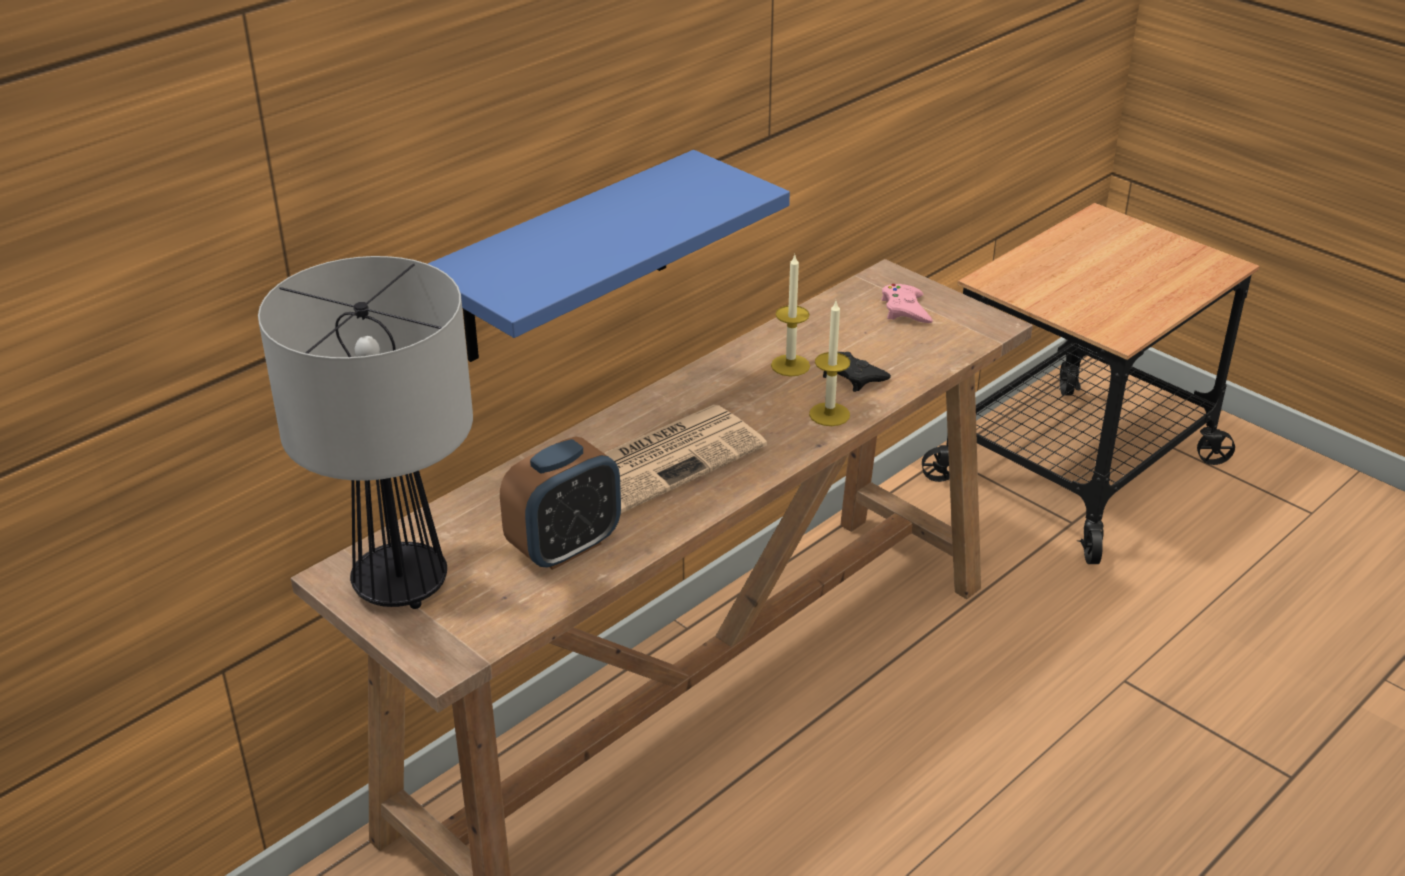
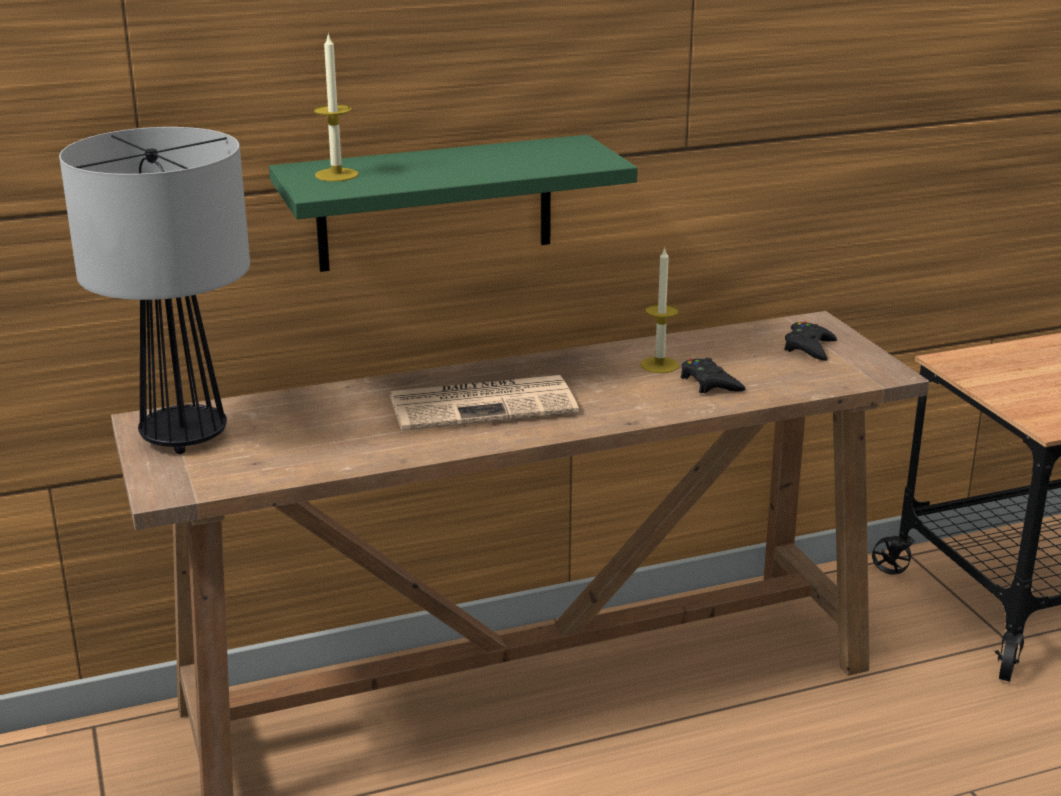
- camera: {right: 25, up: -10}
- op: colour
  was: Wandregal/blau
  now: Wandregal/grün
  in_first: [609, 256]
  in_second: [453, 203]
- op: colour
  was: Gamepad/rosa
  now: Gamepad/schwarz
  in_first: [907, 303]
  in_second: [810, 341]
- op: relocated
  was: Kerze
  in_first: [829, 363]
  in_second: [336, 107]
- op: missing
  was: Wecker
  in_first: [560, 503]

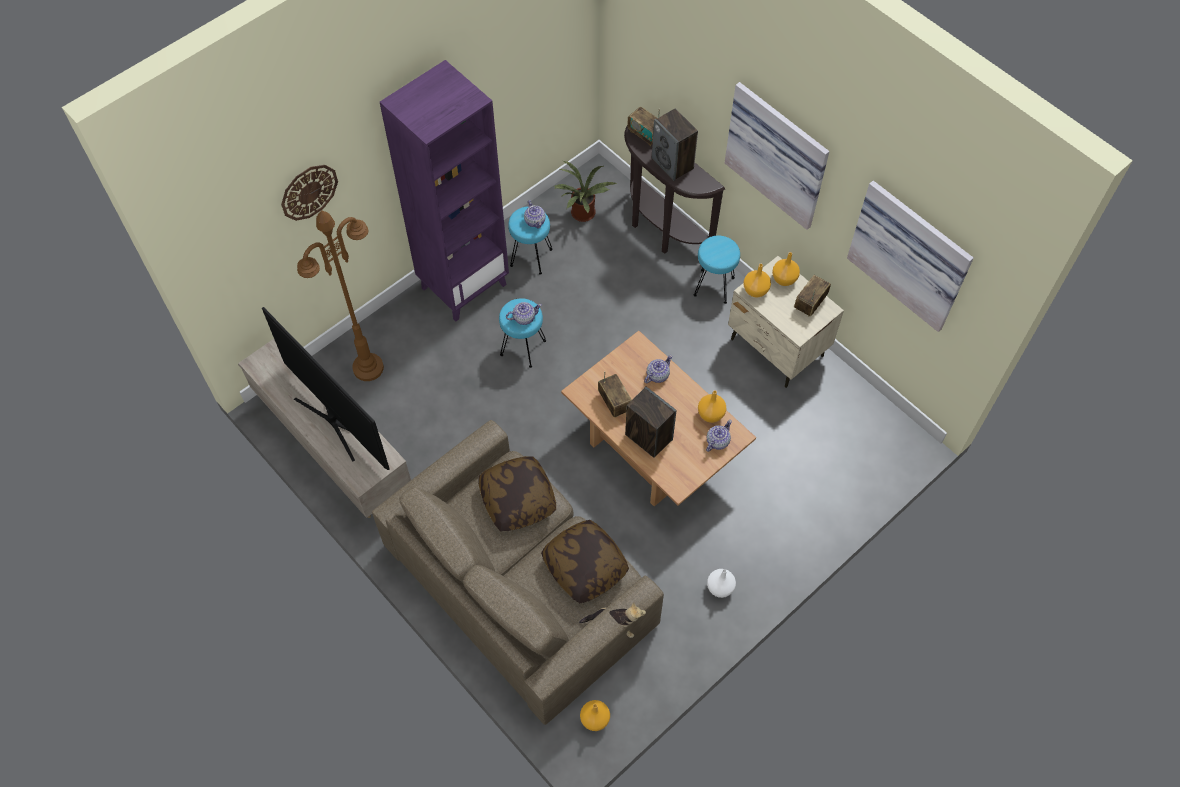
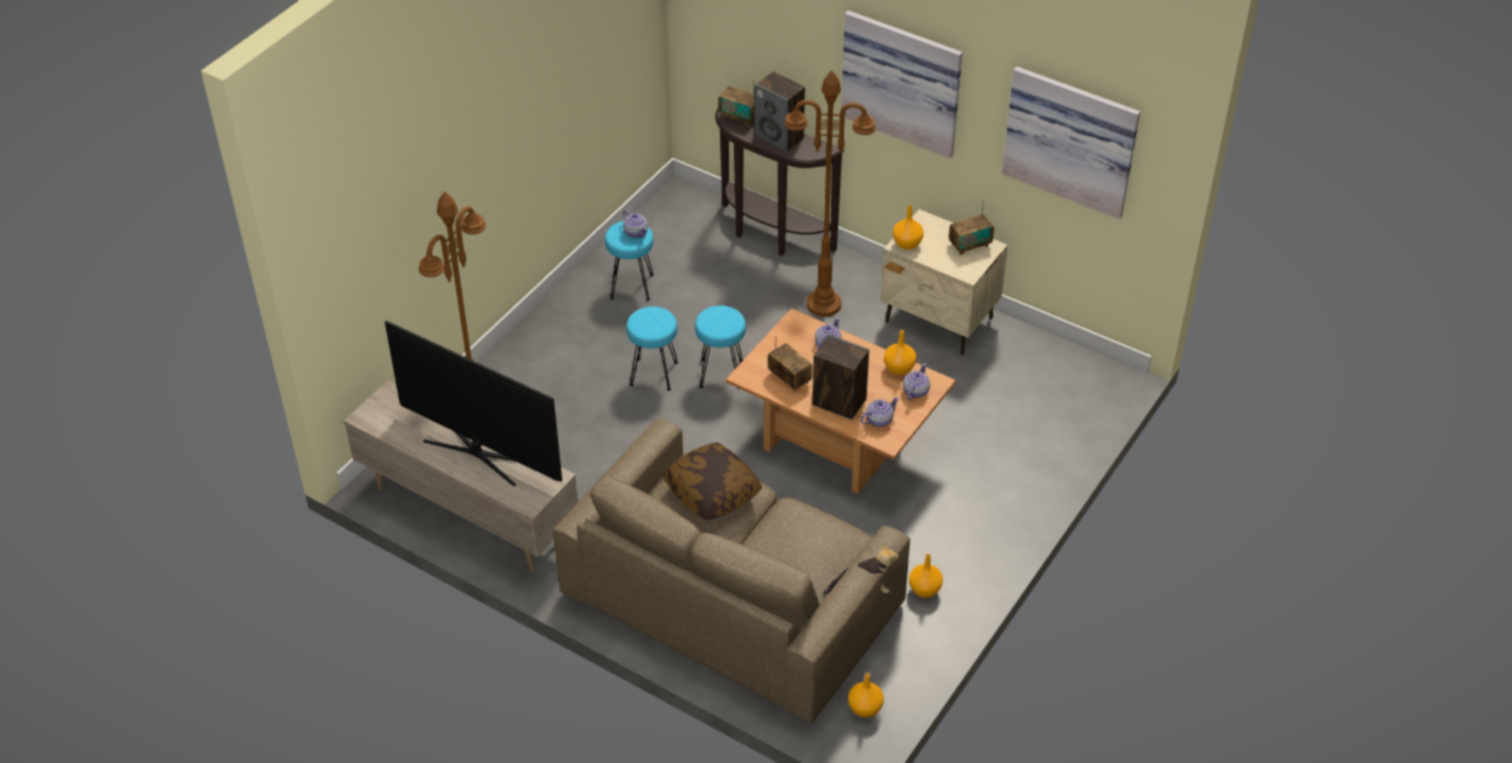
- camera: {right: -15, up: -15}
- op: missing
  was: Bücherregal/lila
  in_first: [444, 191]
- op: missing
  was: Topfpflanze
  in_first: [585, 191]
- op: missing
  was: Wanduhr
  in_first: [309, 193]
- op: relocated
  was: Hocker/türkis
  in_first: [717, 270]
  in_second: [720, 347]
- op: relocated
  was: Vase/orange
  in_first: [786, 269]
  in_second: [926, 575]
- op: spun
  was: Radio
  in_first: [812, 296]
  in_second: [971, 227]
  clockwise: -135
- op: relocated
  was: Teekanne
  in_first: [524, 313]
  in_second: [880, 412]
- op: missing
  was: Kissen
  in_first: [585, 561]
- op: missing
  was: Vase/weiß
  in_first: [721, 583]
- op: appeared
  now: Stehlampe/braun
  in_second: [830, 193]

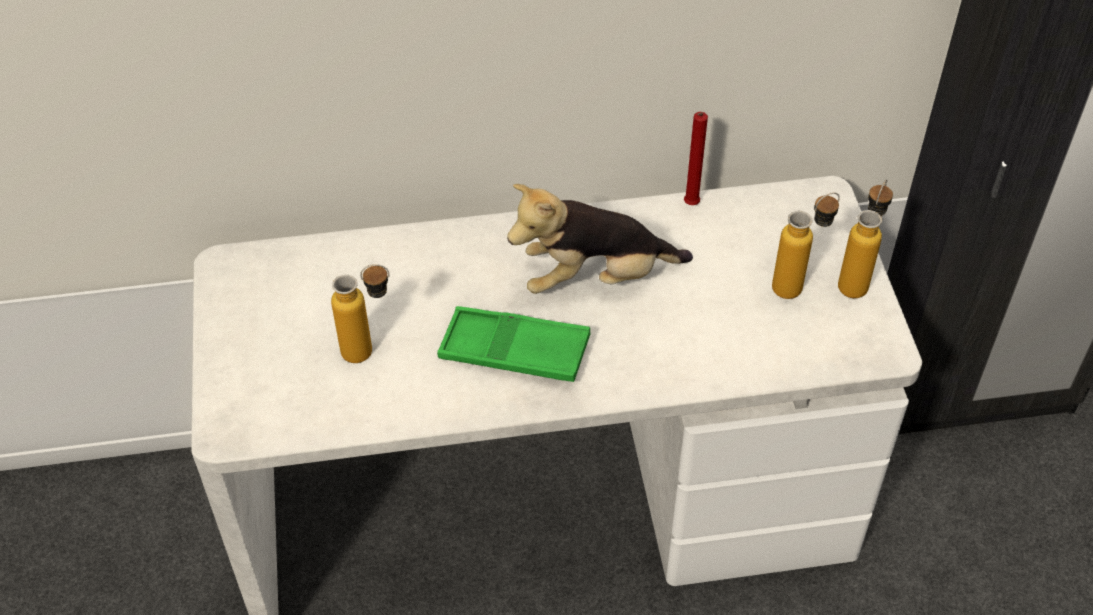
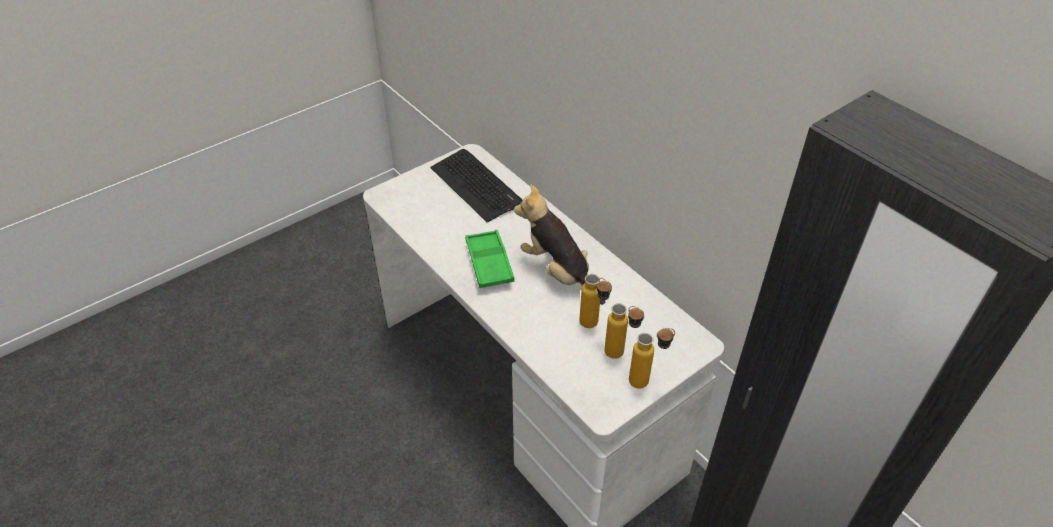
- camera: {right: 60, up: -5}
- op: missing
  was: Kerze/rot
  in_first: [696, 158]
- op: relocated
  was: Flasche
  in_first: [360, 313]
  in_second: [595, 301]
- op: appeared
  now: Tastatur
  in_second: [476, 185]

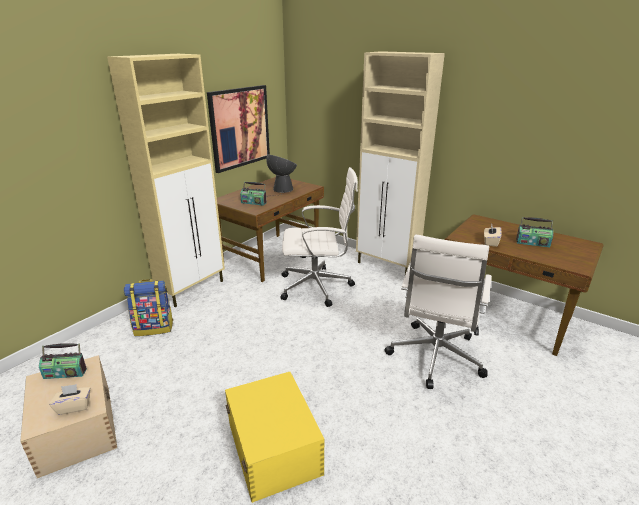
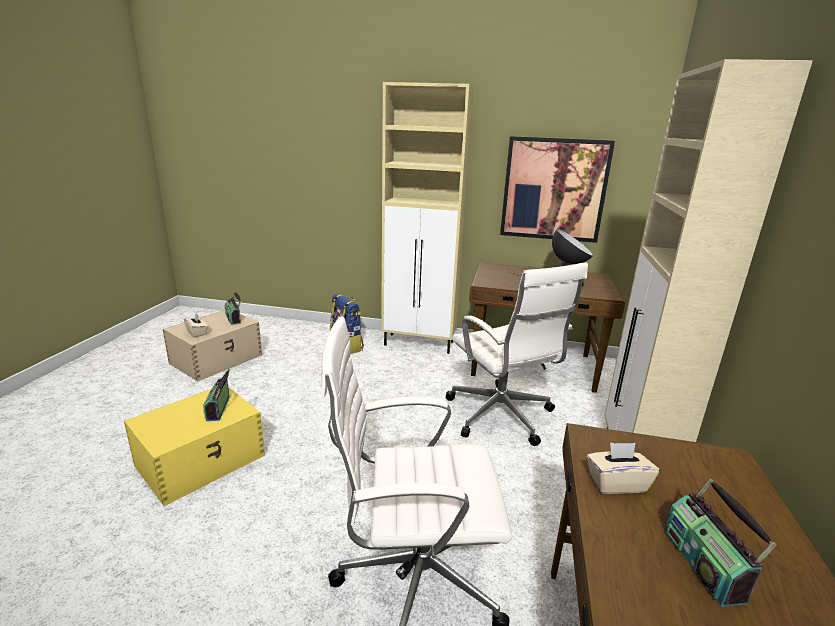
- camera: {right: 65, up: -5}
- op: relocated
  was: Radio
  in_first: [253, 194]
  in_second: [216, 395]

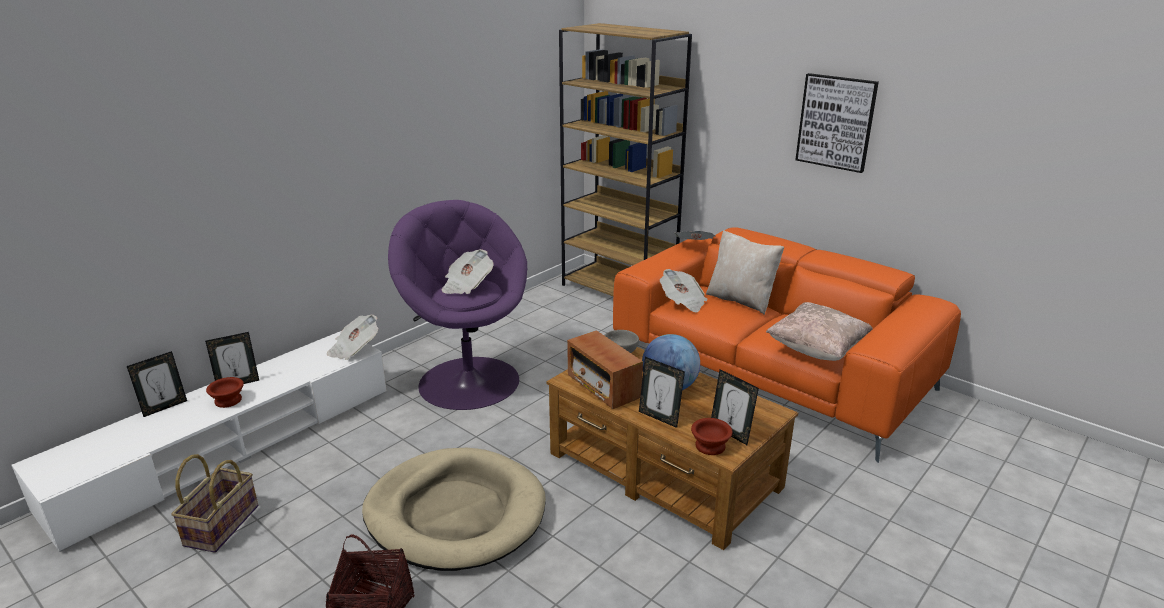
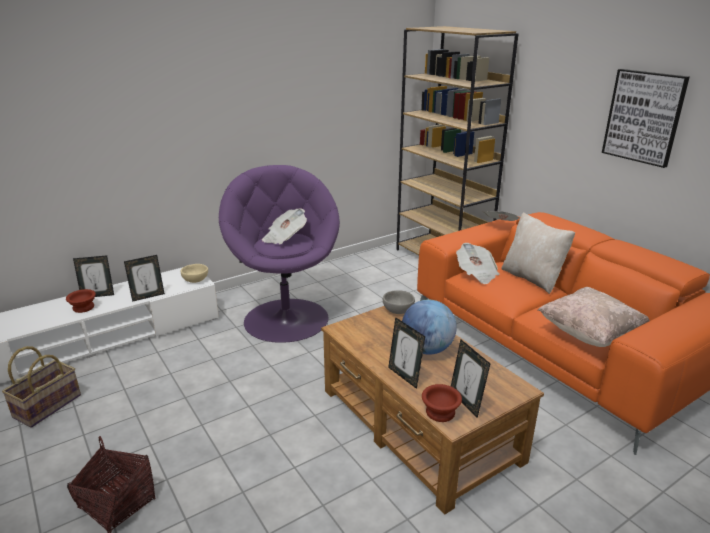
- camera: {right: 15, up: 0}
- op: exchanged
  was: Zeitung
  now: Schüssel/beige
  in_first: [352, 337]
  in_second: [194, 273]
- op: missing
  was: Radio
  in_first: [605, 369]
- op: relocated
  was: Bilderrahmen
  in_first: [157, 384]
  in_second: [144, 278]
- op: missing
  was: Hundebett/beige
  in_first: [454, 509]

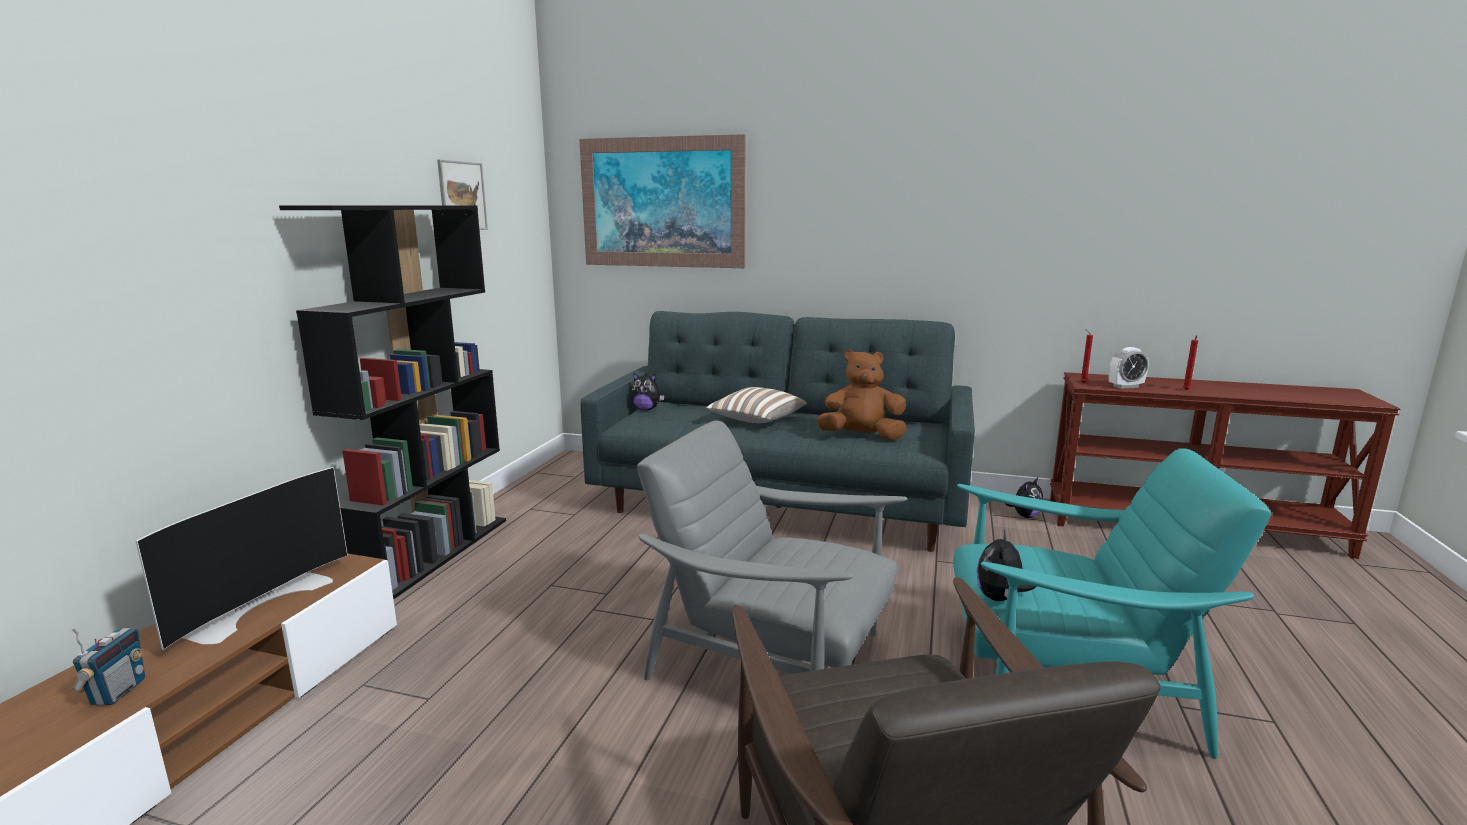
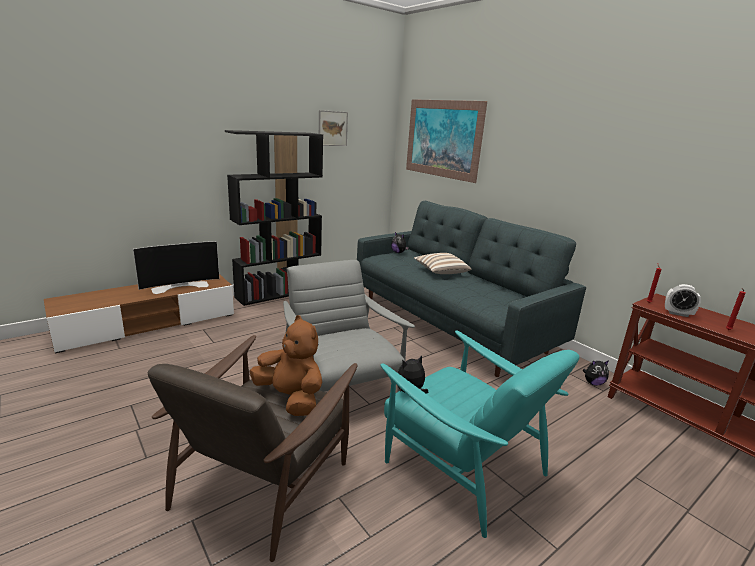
- camera: {right: 35, up: 5}
- op: relocated
  was: Plüschtier/braun
  in_first: [861, 394]
  in_second: [285, 365]
- op: missing
  was: Radio
  in_first: [108, 666]

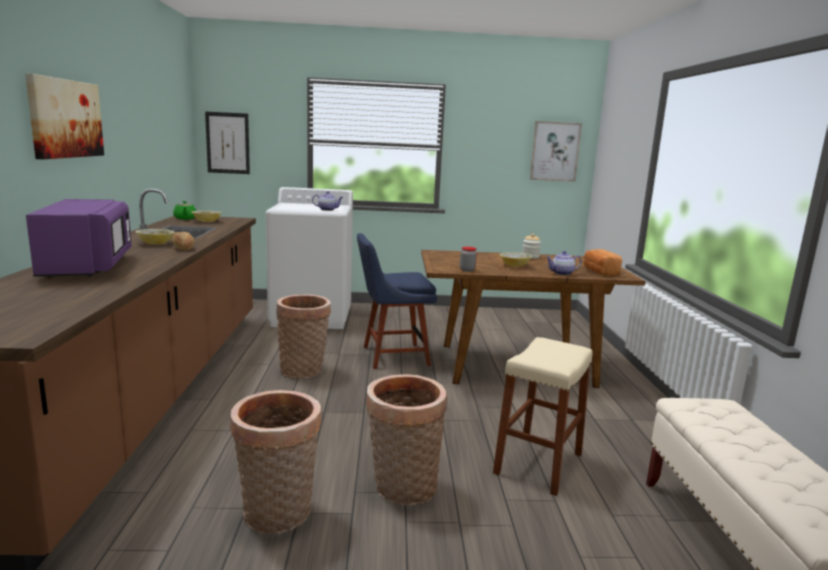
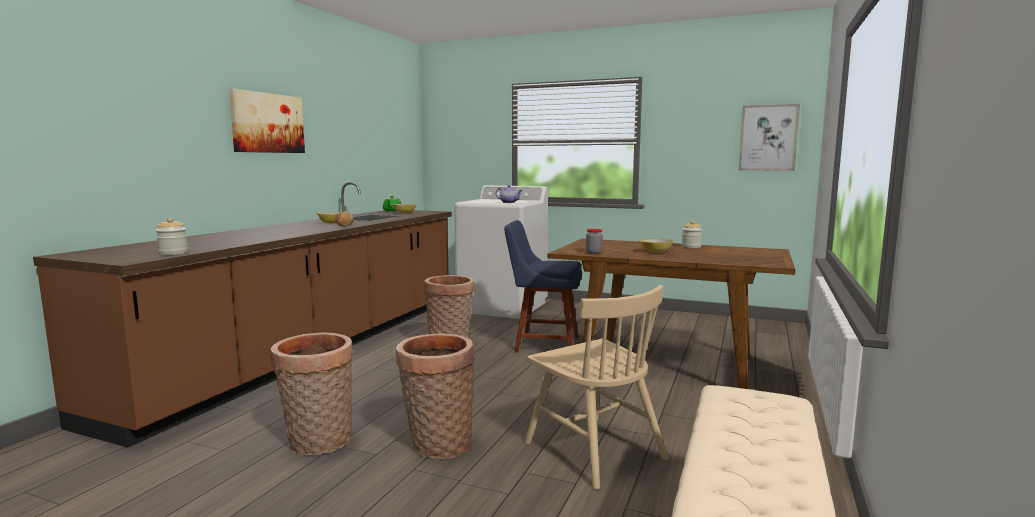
- camera: {right: 25, up: -5}
- op: missing
  was: Bild
  in_first: [227, 143]
- op: missing
  was: Mikrowelle/lila
  in_first: [79, 238]
- op: missing
  was: Brot
  in_first: [603, 262]
- op: missing
  was: Teekanne
  in_first: [564, 263]
- op: exchanged
  was: Hocker/beige
  now: Stuhl/beige
  in_first: [543, 416]
  in_second: [596, 387]
- op: appeared
  now: Vorratsglas
  in_second: [172, 236]

